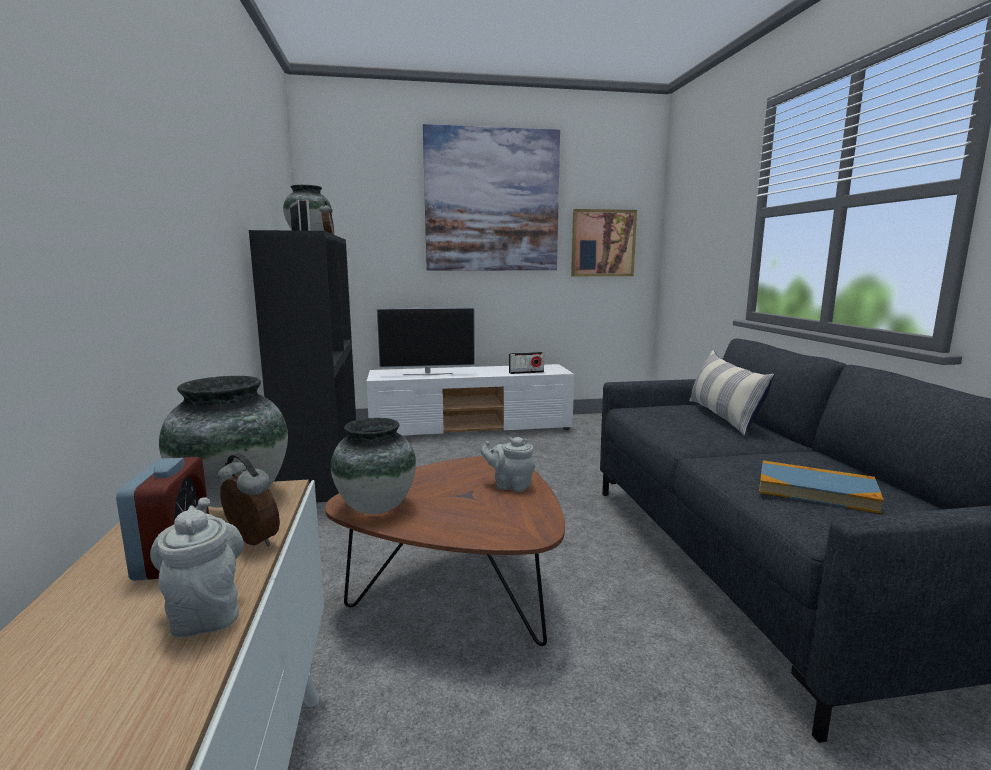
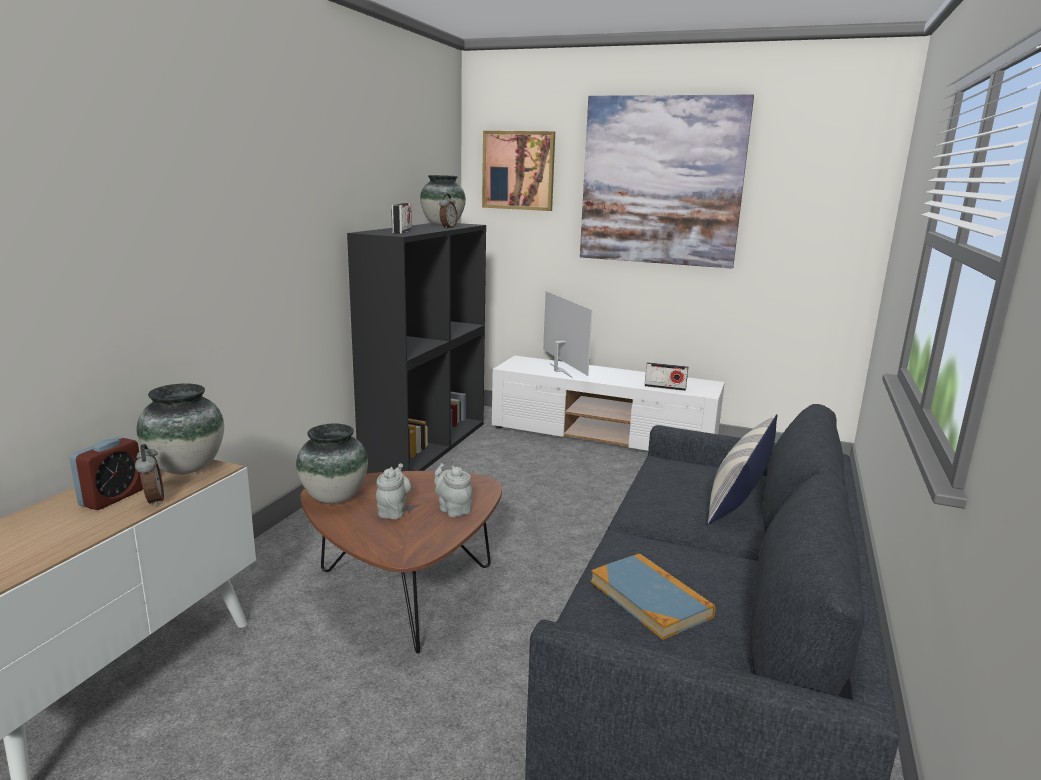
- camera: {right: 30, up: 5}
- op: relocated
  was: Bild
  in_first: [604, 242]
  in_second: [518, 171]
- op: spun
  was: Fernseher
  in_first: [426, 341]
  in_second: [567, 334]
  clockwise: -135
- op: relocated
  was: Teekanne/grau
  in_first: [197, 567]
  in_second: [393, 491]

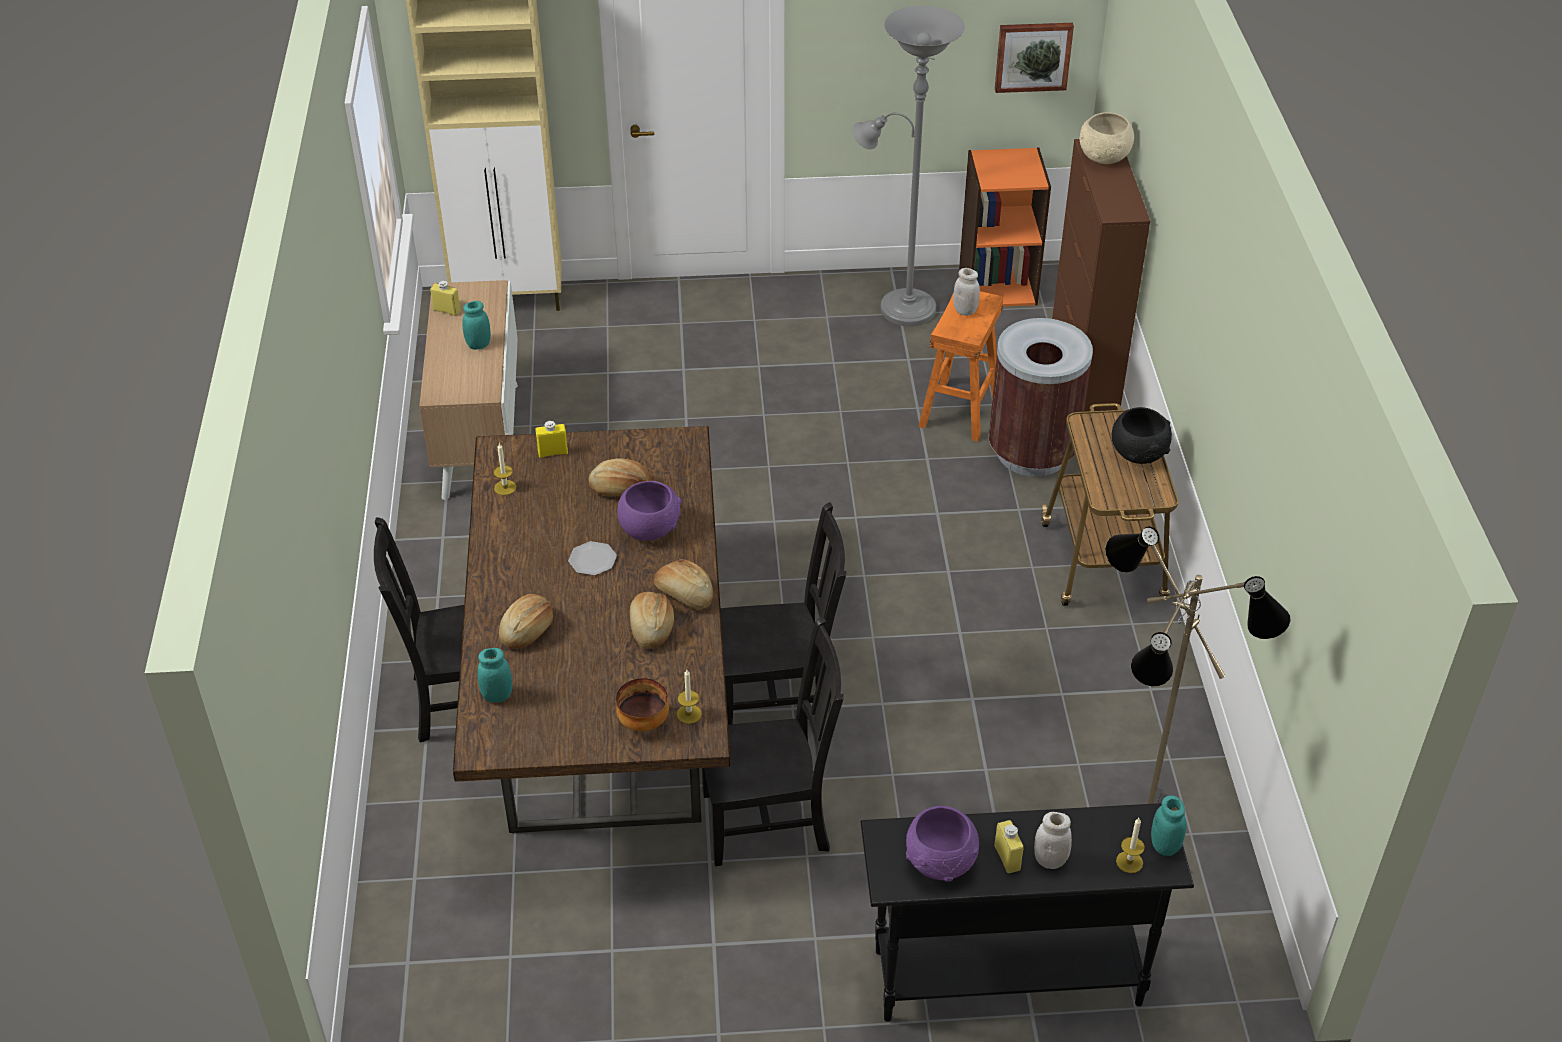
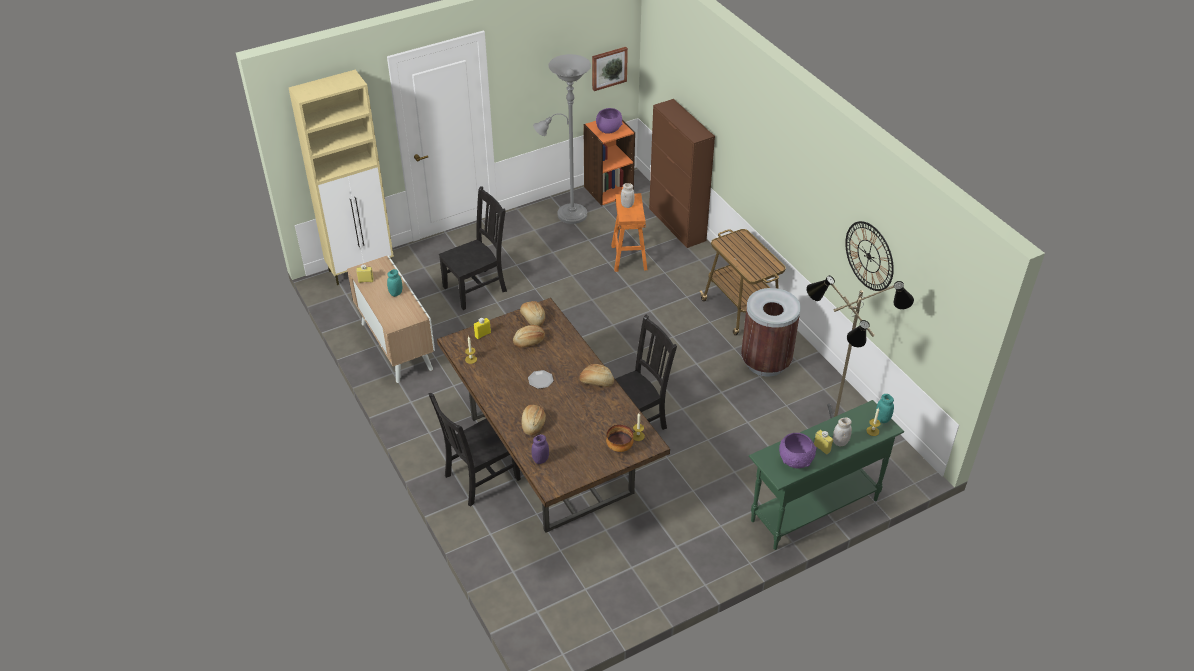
- camera: {right: -25, up: 0}
- op: missing
  was: Schüssel/beige
  in_first: [1106, 138]
- op: relocated
  was: Mülleimer/braun
  in_first: [1041, 397]
  in_second: [771, 332]
- op: missing
  was: Schüssel/schwarz
  in_first: [1142, 435]
- op: relocated
  was: Schüssel/lila
  in_first: [649, 511]
  in_second: [609, 121]
- op: relocated
  was: Brot
  in_first: [652, 620]
  in_second: [532, 313]
- op: relocated
  was: Stuhl/schwarz
  in_first: [773, 741]
  in_second: [473, 248]
- op: colour
  was: Vorratsglas/türkis
  now: Vorratsglas/lila
  in_first: [495, 675]
  in_second: [540, 449]
- op: colour
  was: Konsolentisch/schwarz
  now: Konsolentisch/grün
  in_first: [1027, 912]
  in_second: [826, 475]
- op: appeared
  now: Wanduhr
  in_second: [869, 256]

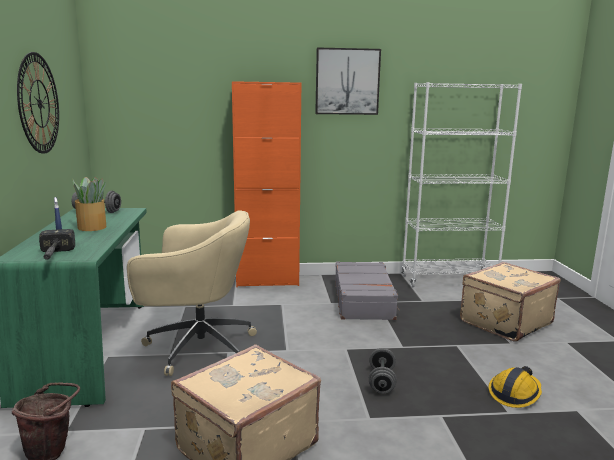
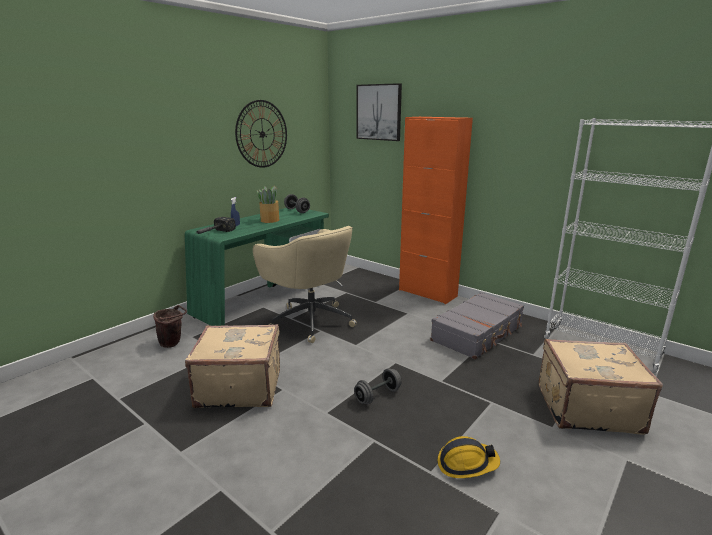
- camera: {right: 45, up: 5}
- op: relocated
  was: Bild
  in_first: [348, 81]
  in_second: [379, 112]

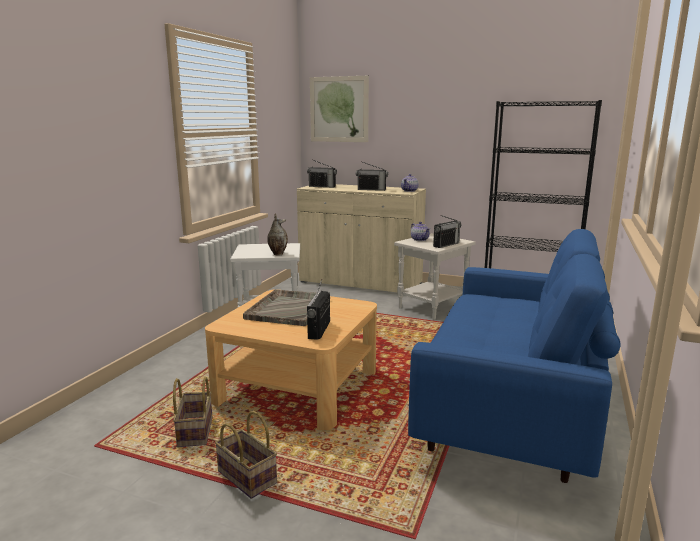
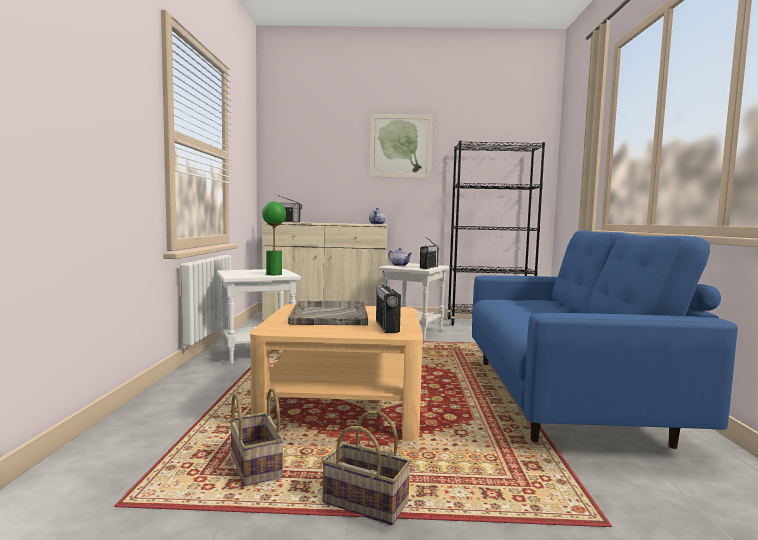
- camera: {right: -20, up: -10}
- op: relocated
  was: Bild
  in_first: [339, 109]
  in_second: [401, 146]
- op: missing
  was: Radio
  in_first: [372, 176]
- op: exchanged
  was: Vase
  now: Tischlampe/grün
  in_first: [277, 234]
  in_second: [274, 238]

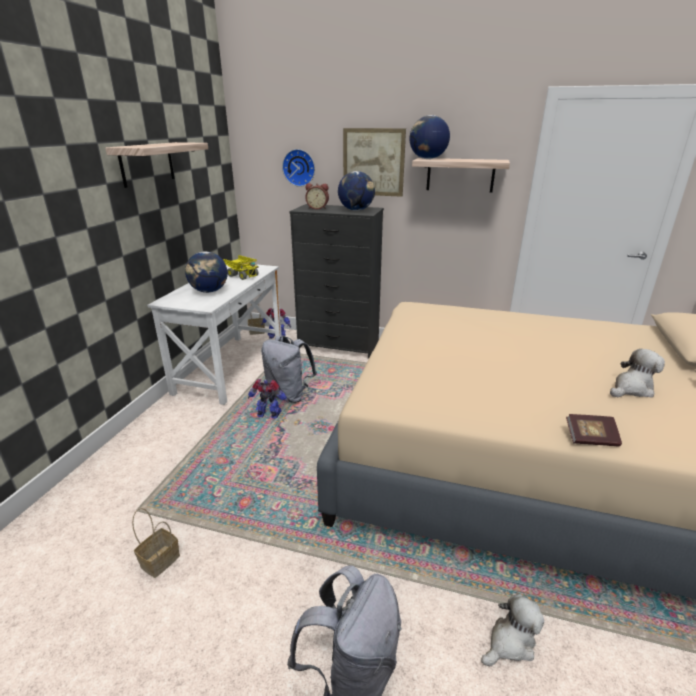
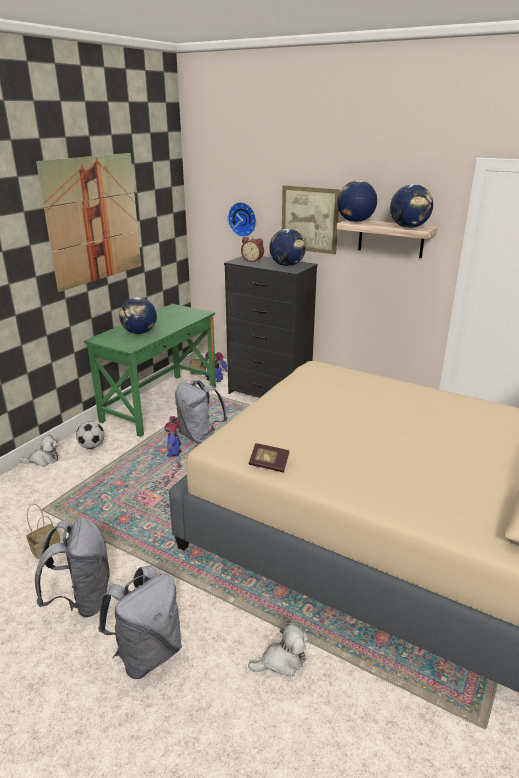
- camera: {right: 15, up: 0}
- op: exchanged
  was: Wandregal
  now: Bild
  in_first: [156, 165]
  in_second: [88, 222]
- op: missing
  was: Spielzeuglaster
  in_first: [241, 267]
- op: colour
  was: Schreibtisch/weiß
  now: Schreibtisch/grün
  in_first: [214, 334]
  in_second: [150, 370]
- op: relocated
  was: Plüschtier
  in_first: [637, 373]
  in_second: [38, 451]
- op: spun
  was: Spielzeugroboter
  in_first: [268, 399]
  in_second: [173, 436]
  clockwise: -120
- op: relocated
  was: Buch
  in_first: [594, 430]
  in_second: [269, 457]
- op: appeared
  now: Globus
  in_second: [411, 206]
- op: appeared
  now: Fußball
  in_second: [90, 435]
- op: appeared
  now: Rucksack/grau
  in_second: [72, 567]

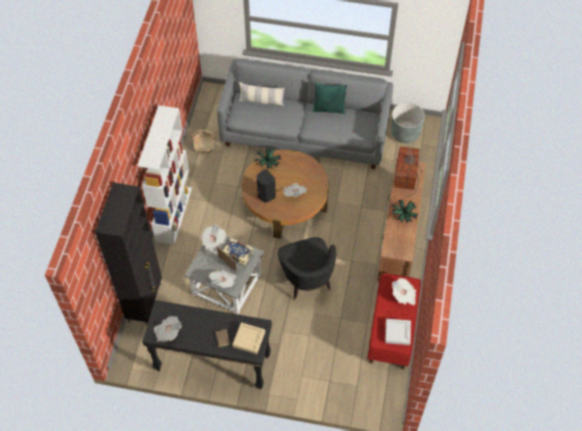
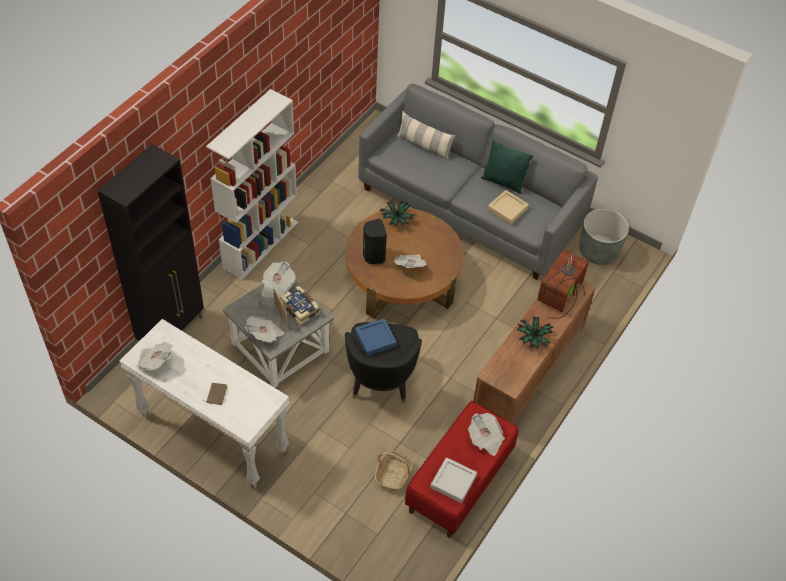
- camera: {right: 20, up: -5}
- op: relocated
  was: Korb
  in_first: [203, 141]
  in_second: [394, 471]
- op: colour
  was: Konsolentisch/schwarz
  now: Konsolentisch/weiß
  in_first: [207, 345]
  in_second: [205, 404]
- op: relocated
  was: Tablett/beige
  in_first: [248, 338]
  in_second: [508, 207]
- op: appeared
  now: Tablett/blau
  in_second: [376, 337]

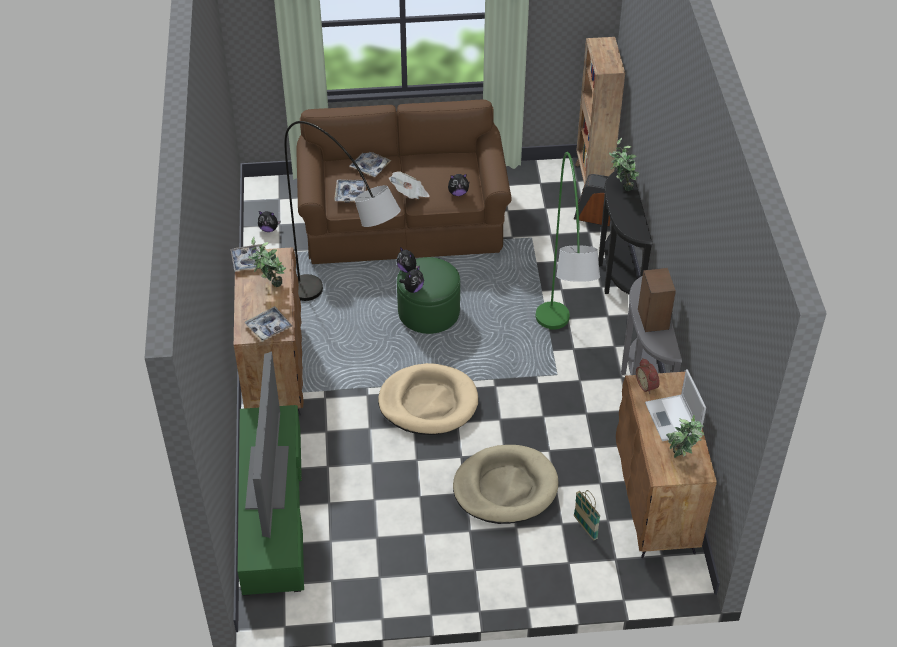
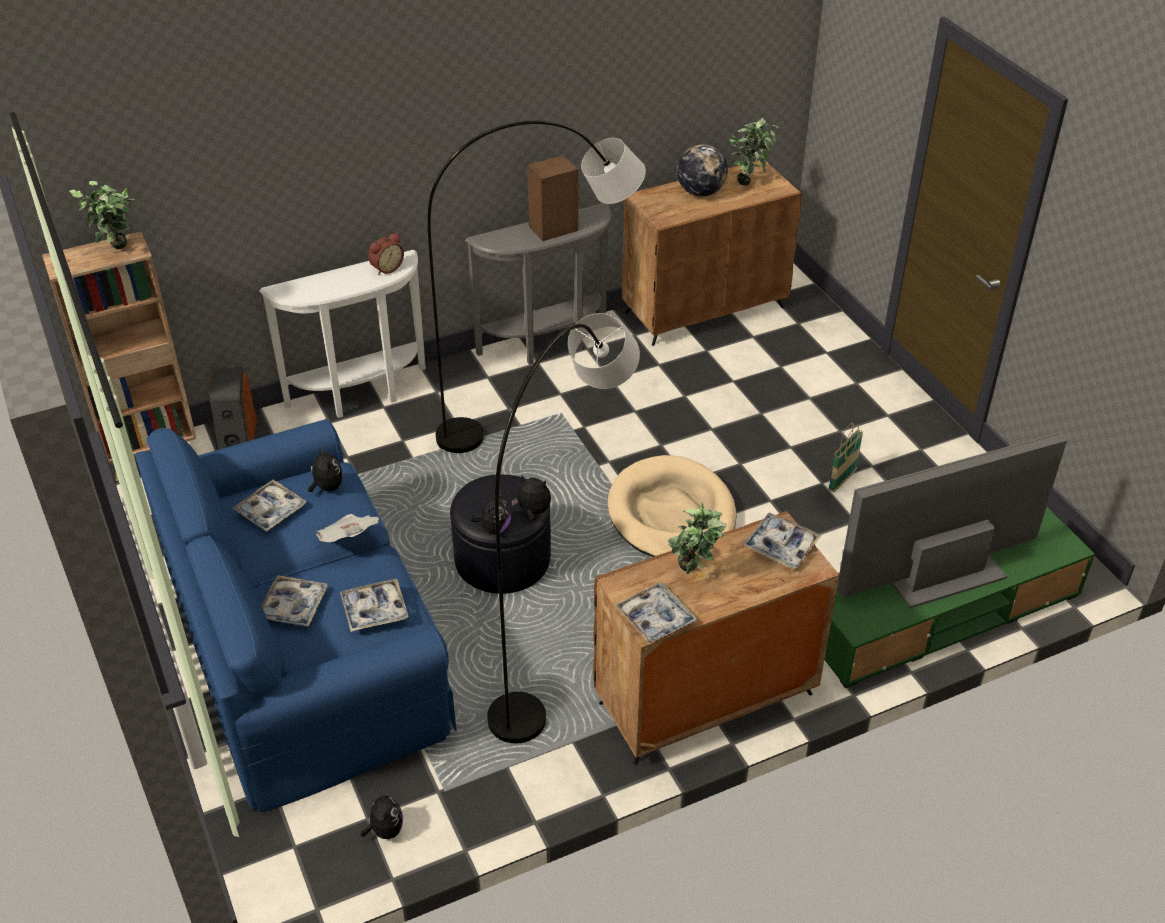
- camera: {right: -110, up: -5}
- op: colour
  was: Sofa/braun
  now: Sofa/blau
  in_first: [404, 182]
  in_second: [296, 615]
- op: relocated
  was: Topfpflanze
  in_first: [624, 164]
  in_second: [102, 215]
- op: colour
  was: Stehlampe/grün
  now: Stehlampe/grau
  in_first: [568, 241]
  in_second: [537, 287]
- op: colour
  was: Konsolentisch/schwarz
  now: Konsolentisch/weiß
  in_first: [625, 230]
  in_second: [342, 334]
- op: colour
  was: Polsterhocker/grün
  now: Polsterhocker/schwarz
  in_first: [428, 295]
  in_second: [500, 534]
- op: relocated
  was: Wecker
  in_first: [648, 376]
  in_second: [386, 254]
- op: exchanged
  was: Laptop
  now: Globus
  in_first: [675, 405]
  in_second: [702, 170]
- op: missing
  was: Hundebett/beige
  in_first: [506, 484]
- op: relocated
  was: Korb
  in_first: [587, 515]
  in_second: [845, 457]
- op: appeared
  now: Tablett
  in_second: [269, 506]

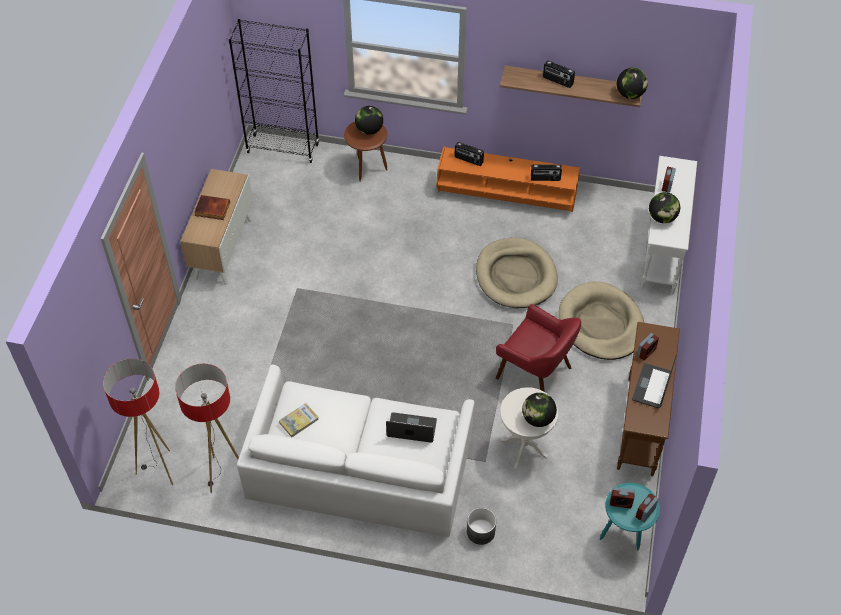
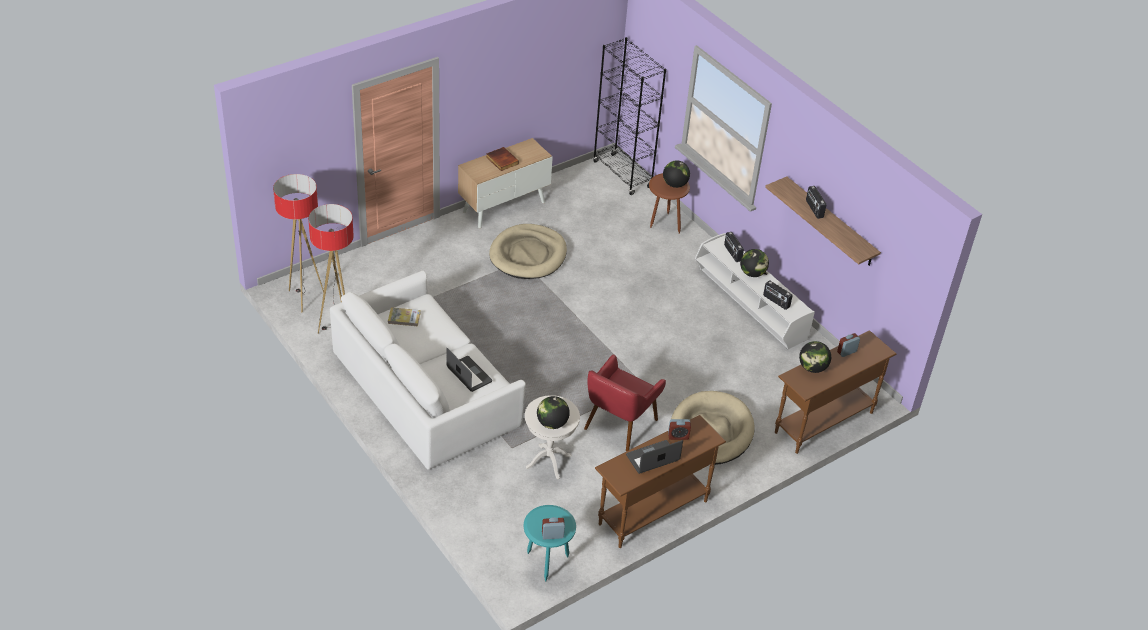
- camera: {right: 40, up: -10}
- op: relocated
  was: Globus
  in_first: [632, 83]
  in_second: [754, 263]
- op: colour
  was: Fernsehschrank/orange
  now: Fernsehschrank/weiß
  in_first: [508, 179]
  in_second: [755, 291]
- op: colour
  was: Konsolentisch/weiß
  now: Konsolentisch/braun
  in_first: [669, 225]
  in_second: [835, 392]
- op: relocated
  was: Hundebett/beige
  in_first: [517, 273]
  in_second: [528, 251]
- op: spun
  was: Sessel/rot
  in_first: [538, 348]
  in_second: [625, 402]
  clockwise: 45
- op: missing
  was: Wecker
  in_first: [622, 498]
- op: missing
  was: Pflanzkübel/grau
  in_first: [481, 526]

